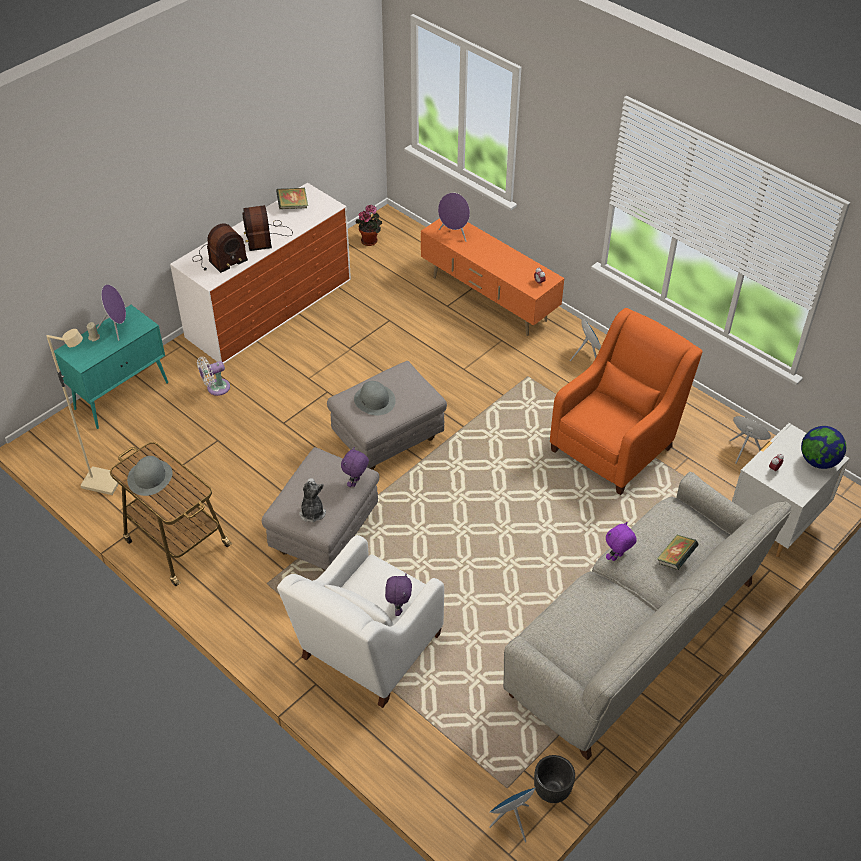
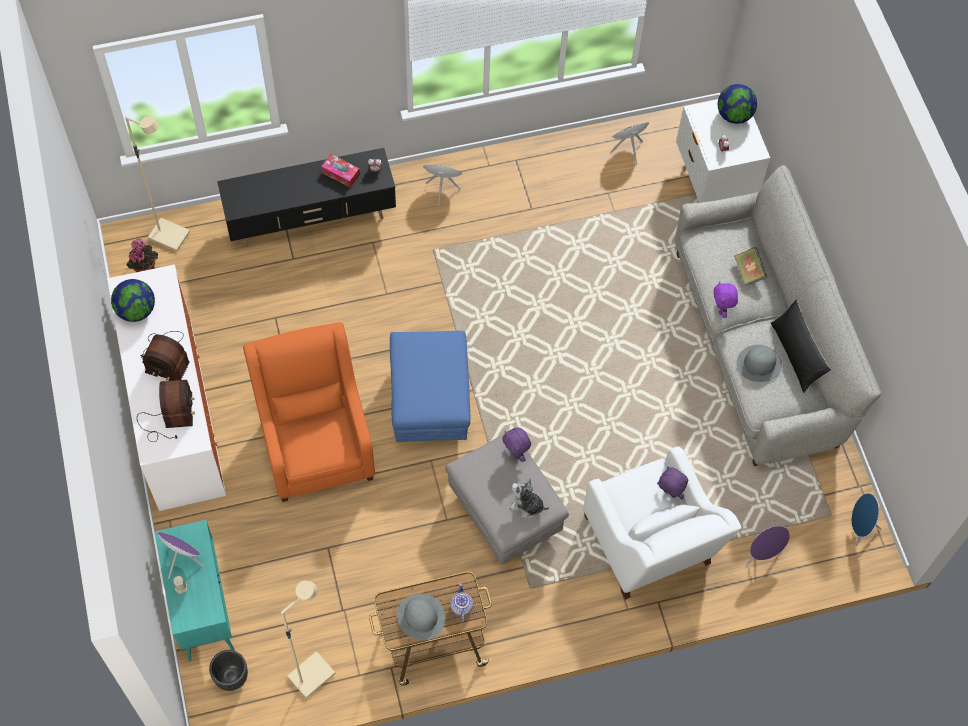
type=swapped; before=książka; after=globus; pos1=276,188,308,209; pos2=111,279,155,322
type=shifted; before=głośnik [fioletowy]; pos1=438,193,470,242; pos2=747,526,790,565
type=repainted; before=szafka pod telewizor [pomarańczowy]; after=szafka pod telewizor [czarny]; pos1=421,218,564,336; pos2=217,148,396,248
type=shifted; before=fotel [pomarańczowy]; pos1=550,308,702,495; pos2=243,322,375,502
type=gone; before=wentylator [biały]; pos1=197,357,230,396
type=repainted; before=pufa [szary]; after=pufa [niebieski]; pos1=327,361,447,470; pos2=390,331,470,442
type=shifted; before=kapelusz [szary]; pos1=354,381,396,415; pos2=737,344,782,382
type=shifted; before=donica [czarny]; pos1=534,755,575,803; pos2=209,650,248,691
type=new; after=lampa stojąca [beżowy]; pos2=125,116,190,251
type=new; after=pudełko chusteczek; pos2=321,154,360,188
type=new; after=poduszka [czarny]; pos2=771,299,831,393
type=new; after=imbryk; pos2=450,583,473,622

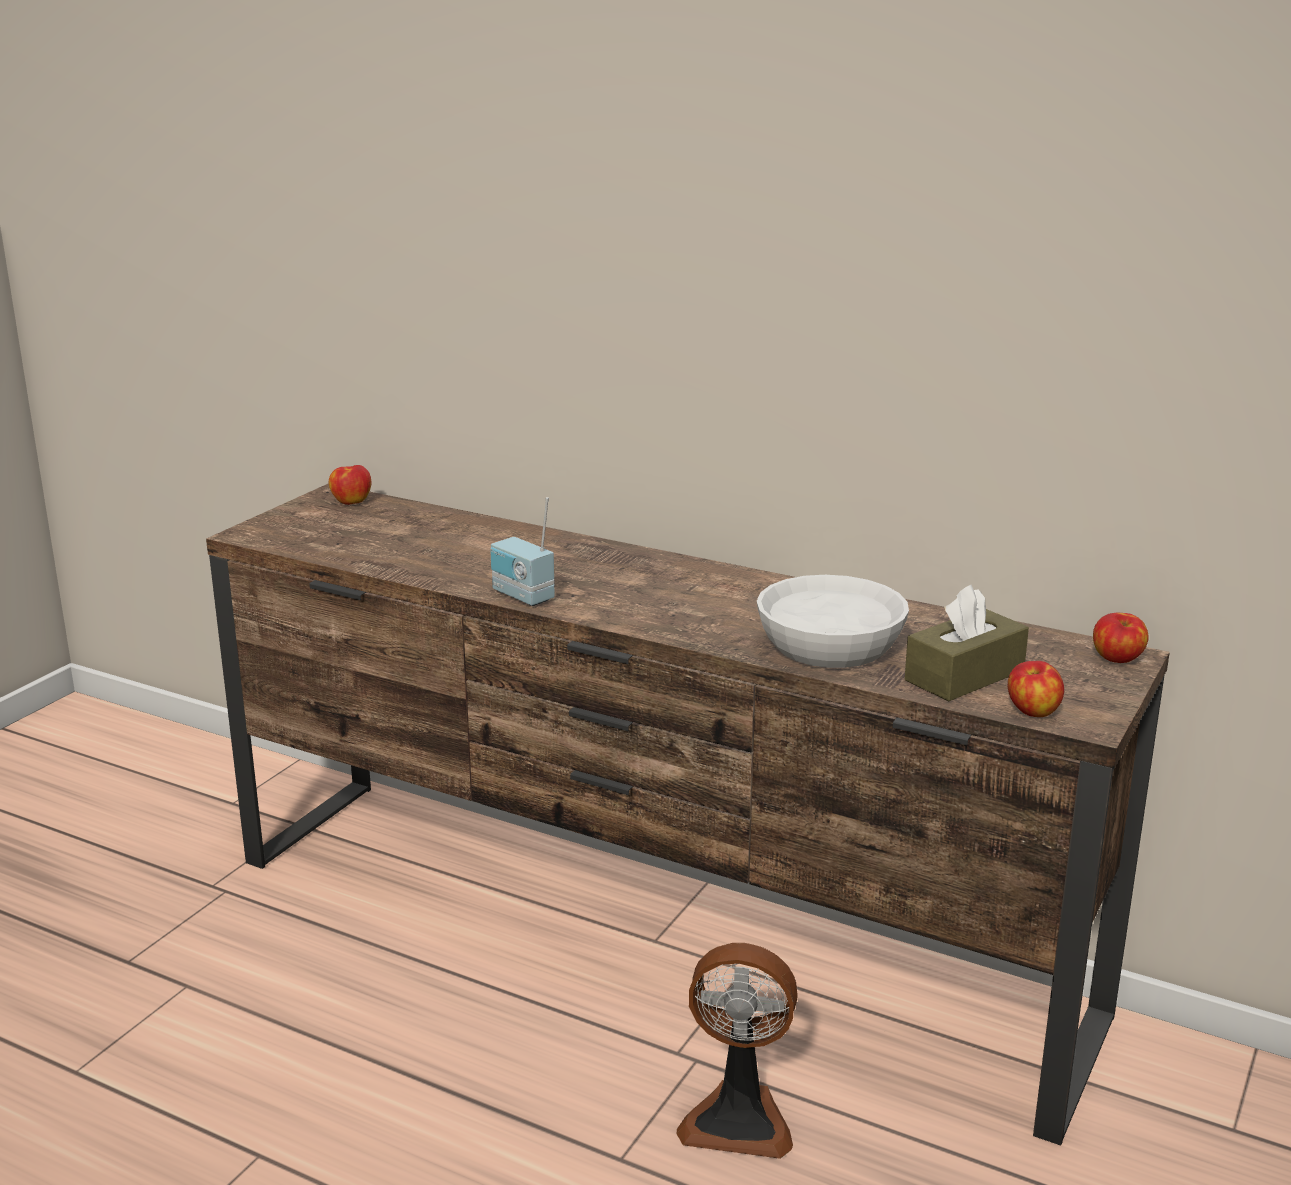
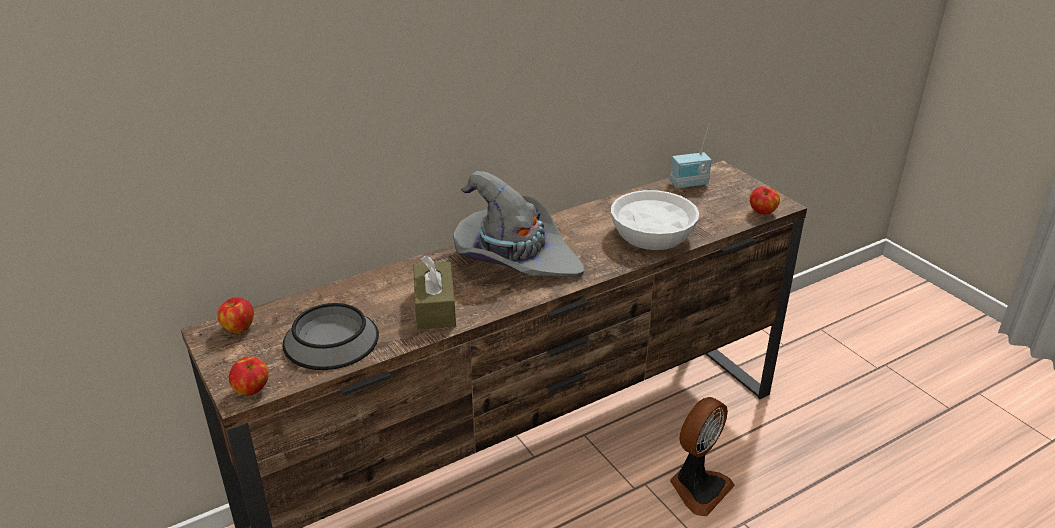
type=shifted; before=radio; pos1=490,497,555,606; pos2=670,123,711,188
type=shifted; before=pudełko chusteczek [brązowy]; pos1=905,585,1029,701; pos2=413,255,456,329
type=shifted; before=jabłko; pos1=1093,613,1149,663; pos2=229,357,269,395
type=new; after=kapelusz [szary]; pos2=454,171,584,278
type=new; after=miska; pos2=282,303,379,370

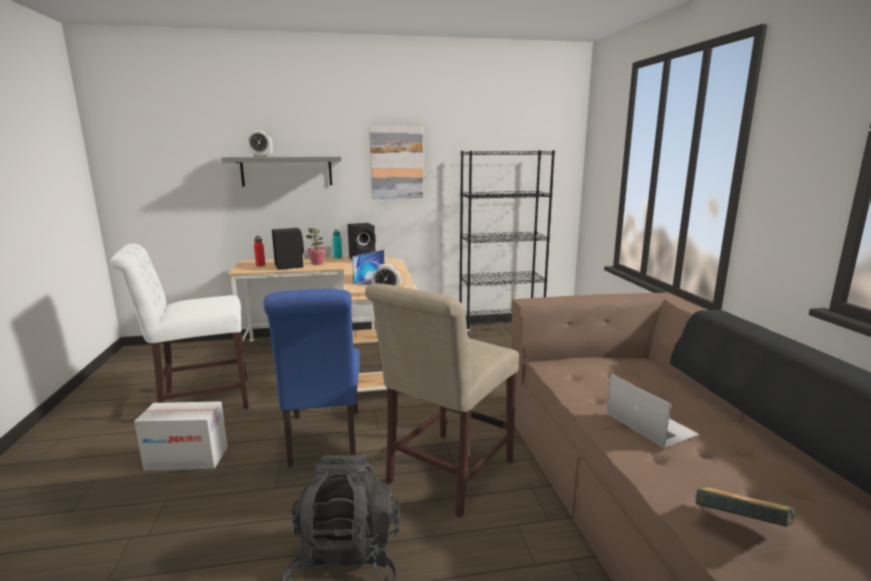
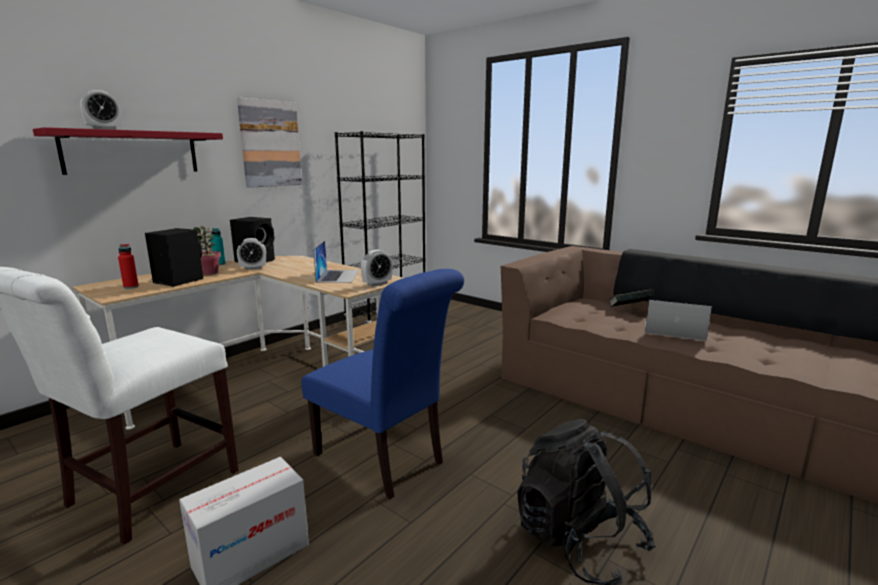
type=repainted; before=półka [szary]; after=półka [czerwony]; pos1=222,156,341,187; pos2=33,127,223,175
type=gone; before=krzesło [beżowy]; pos1=365,284,519,518
type=shifted; before=książka; pos1=696,487,794,527; pos2=609,289,654,307
type=new; after=budzik; pos2=237,238,266,270

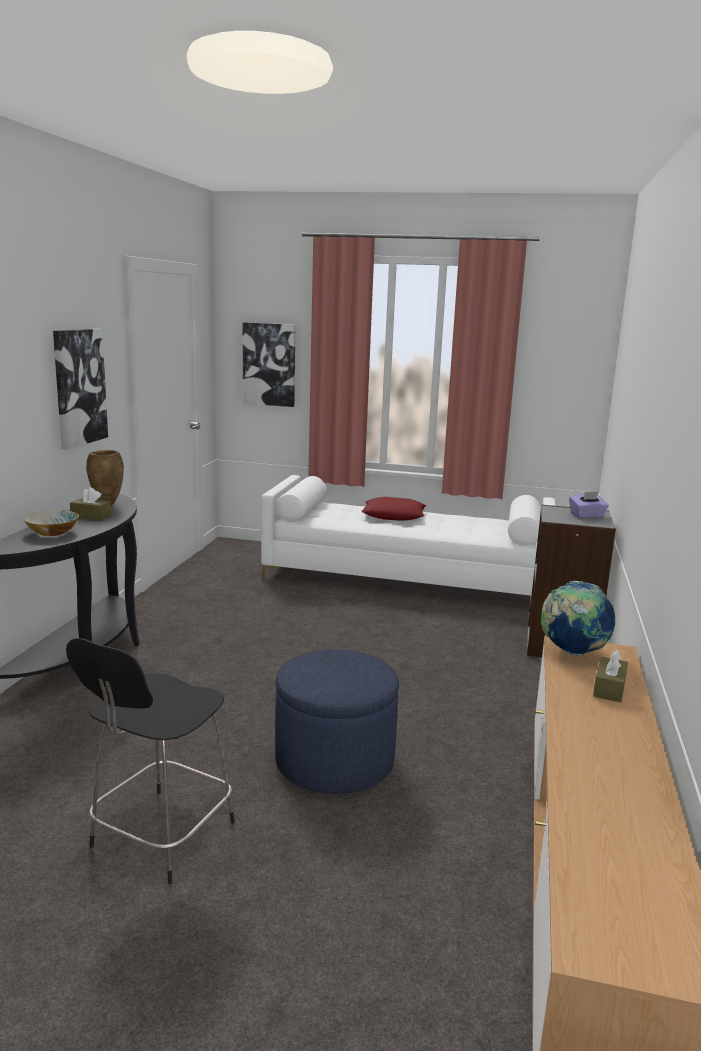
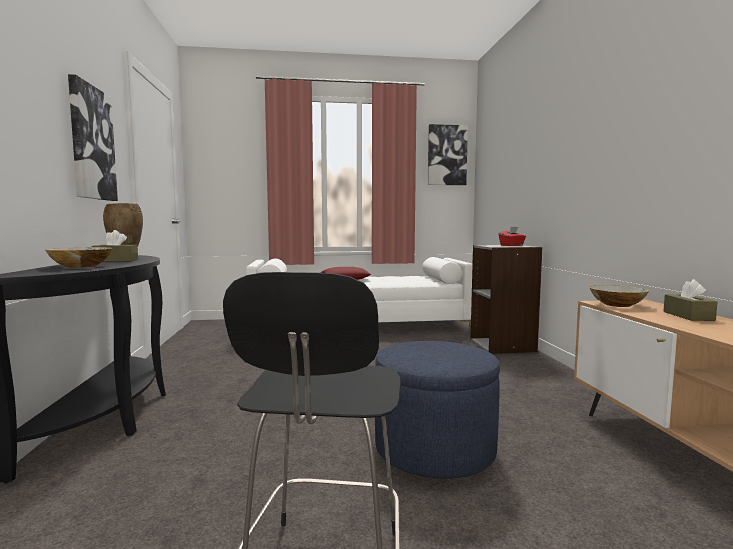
type=shifted; before=obraz; pos1=243,322,296,407; pos2=428,124,468,185
type=repainted; before=pudełko chusteczek [fioletowy]; after=pudełko chusteczek [czerwony]; pos1=569,491,609,518; pos2=499,227,526,246
type=swapped; before=globus; after=miska; pos1=541,581,615,656; pos2=589,285,649,307

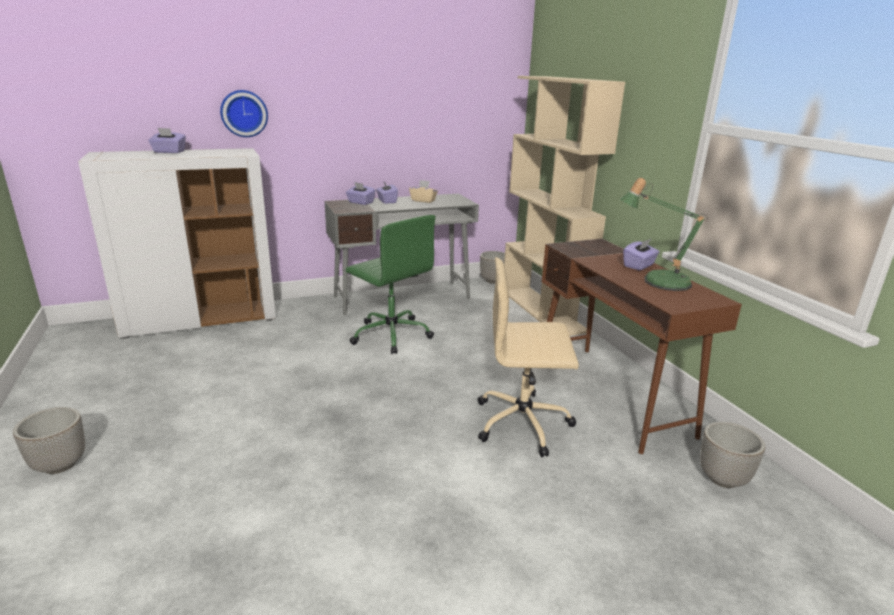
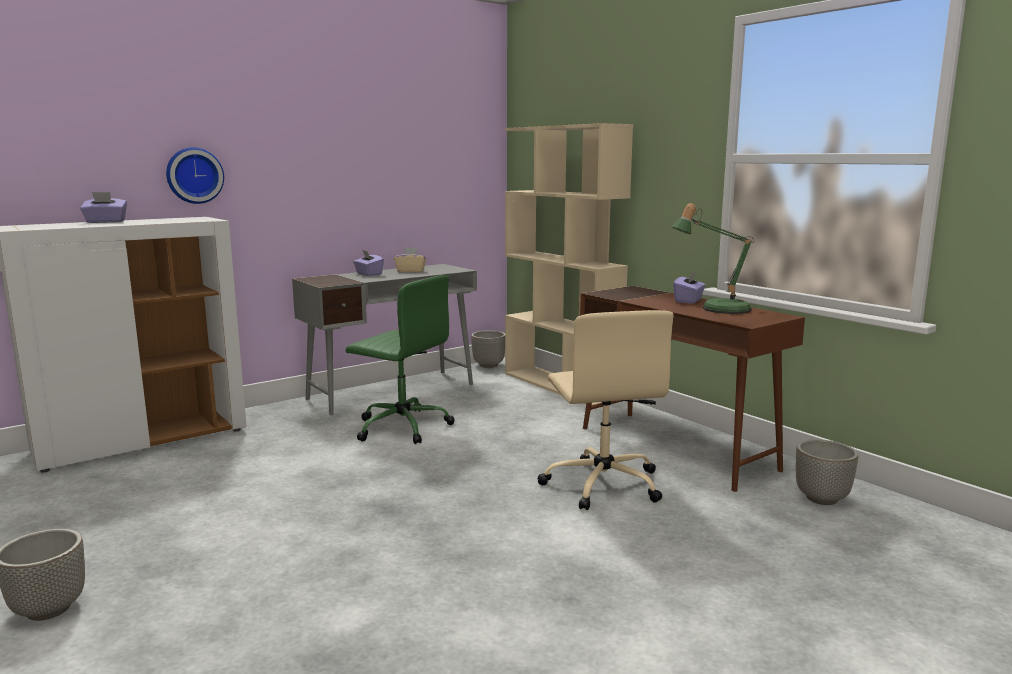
type=gone; before=pudełko chusteczek [fioletowy]; pos1=346,182,376,205
type=rotated; before=krzesło biurowe [beżowy]; pos1=478,257,579,457; pos2=537,310,674,510; turn=-90

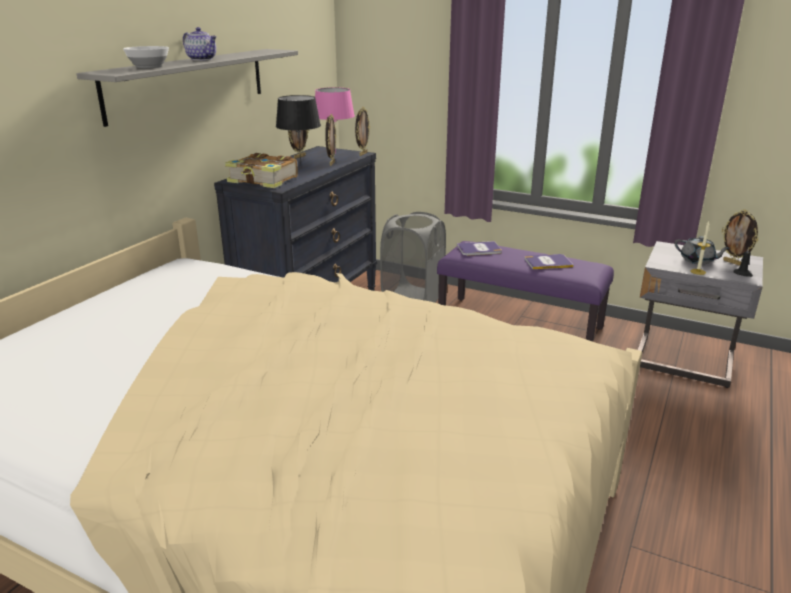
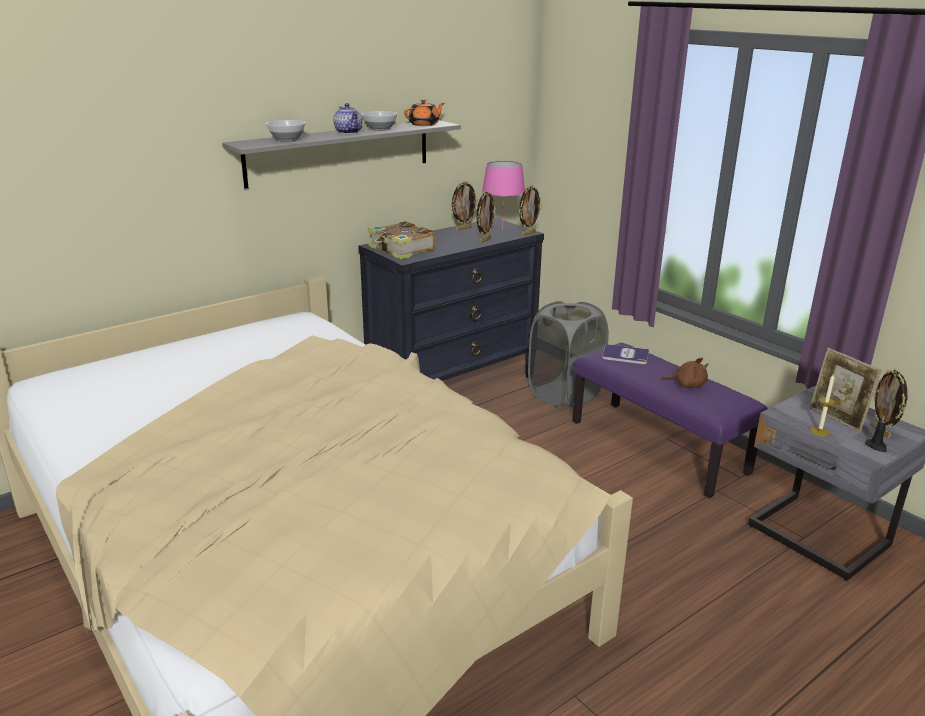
type=gone; before=lampa stołowa [czarny]; pos1=276,95,321,166
type=swapped; before=imbryk [szary]; after=ramka na zdjęcie; pos1=674,236,730,265; pos2=810,348,882,432
type=swapped; before=książka; after=pluszak [brązowy]; pos1=525,254,574,269; pos2=661,358,709,388
type=new; after=imbryk [pomarańczowy]; pos2=404,99,444,126
type=new; after=miska; pos2=362,111,398,131

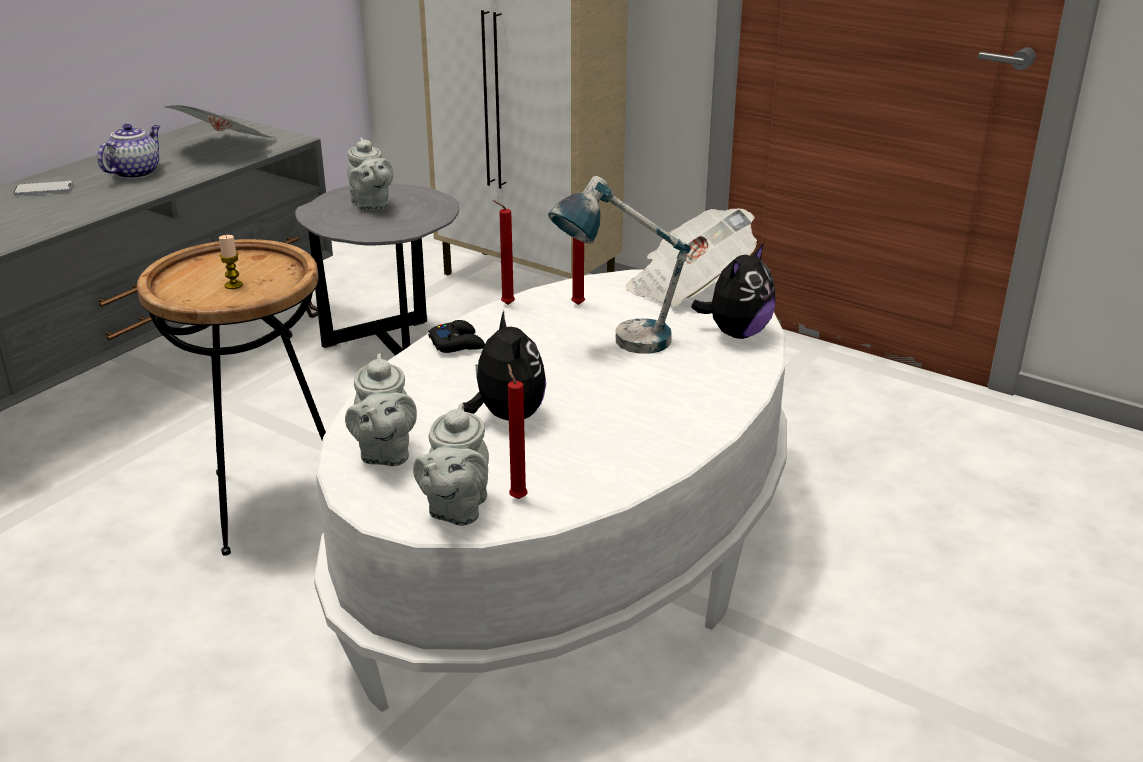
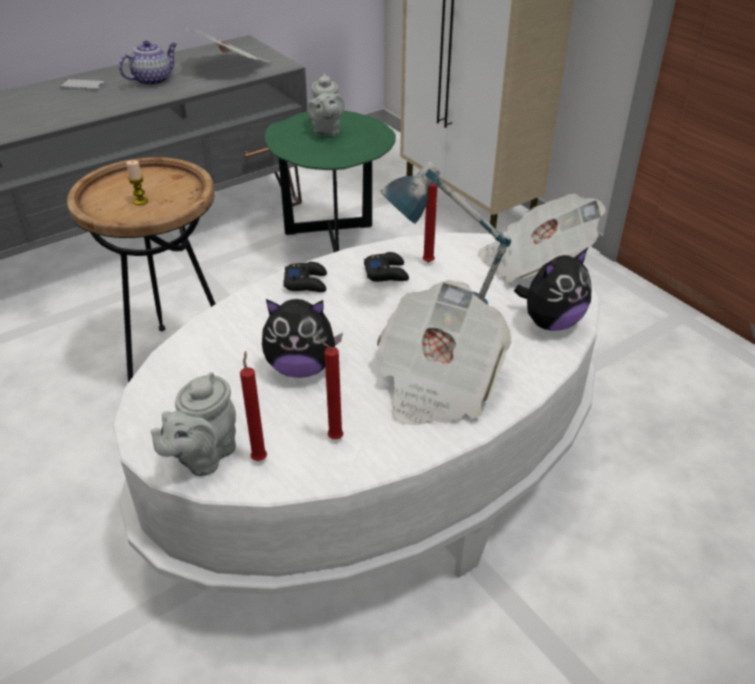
type=repainted; before=stolik [szary]; after=stolik [zielony]; pos1=295,183,459,356; pos2=264,111,396,252
type=shifted; before=świeca [czerwony]; pos1=493,200,515,305; pos2=317,338,344,439
type=rotated; before=pluszak; pos1=463,311,546,421; pos2=262,299,343,378; turn=90
type=gone; before=imbryk [szary]; pos1=345,354,417,466
type=new; after=pad do gier [czarny]; pos2=364,252,409,282
type=new; after=gazeta; pos2=377,280,512,425

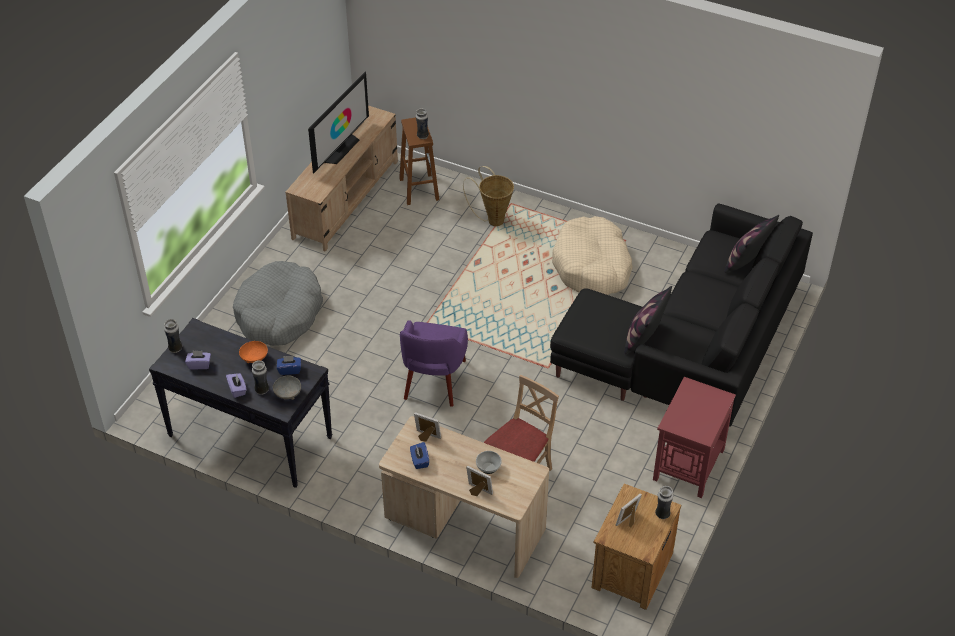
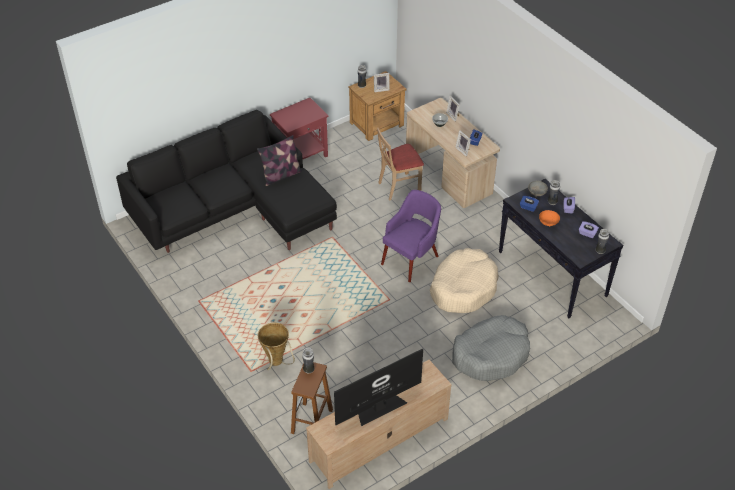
type=gone; before=poduszka; pos1=725,215,779,273
type=shifted; before=legowisko [beżowy]; pos1=552,216,633,295; pos2=430,248,499,313

